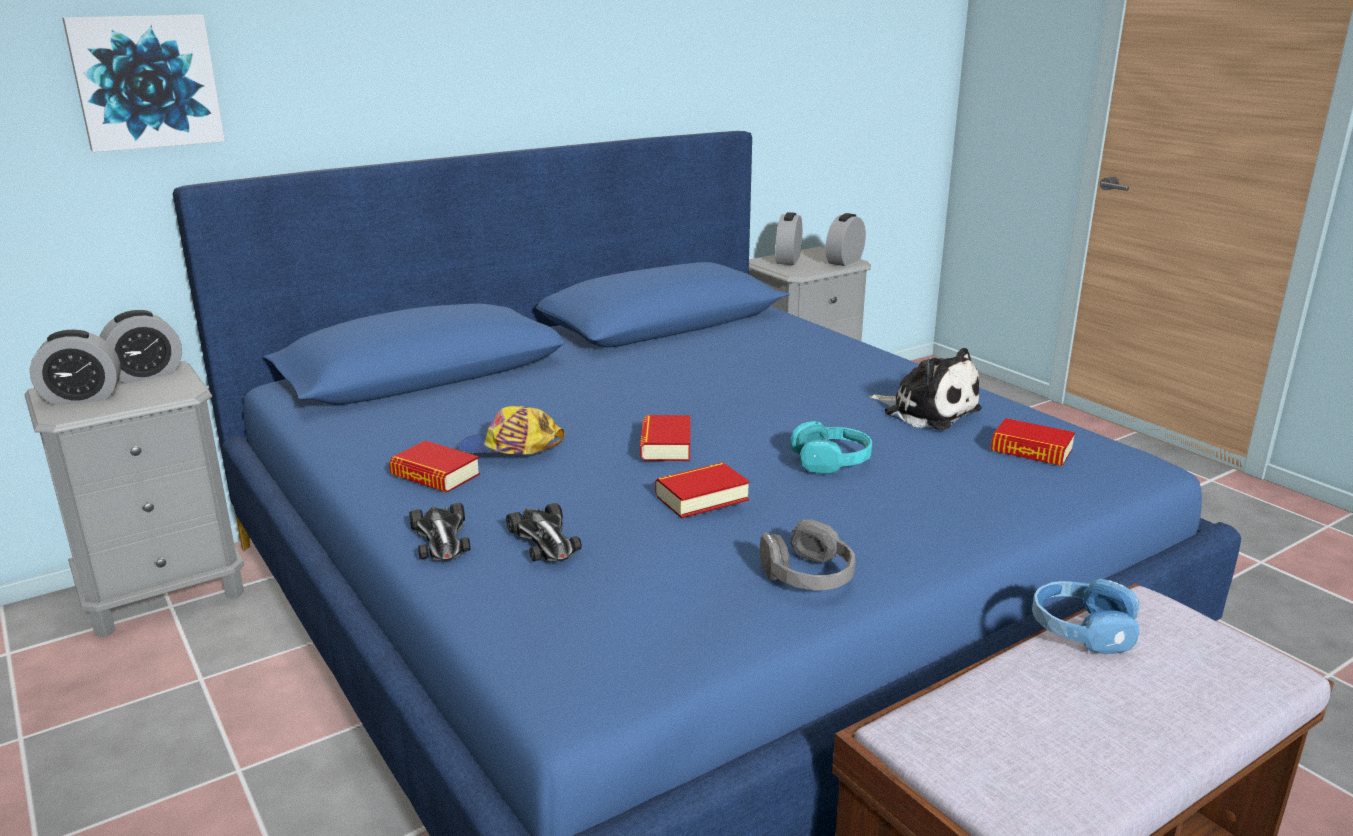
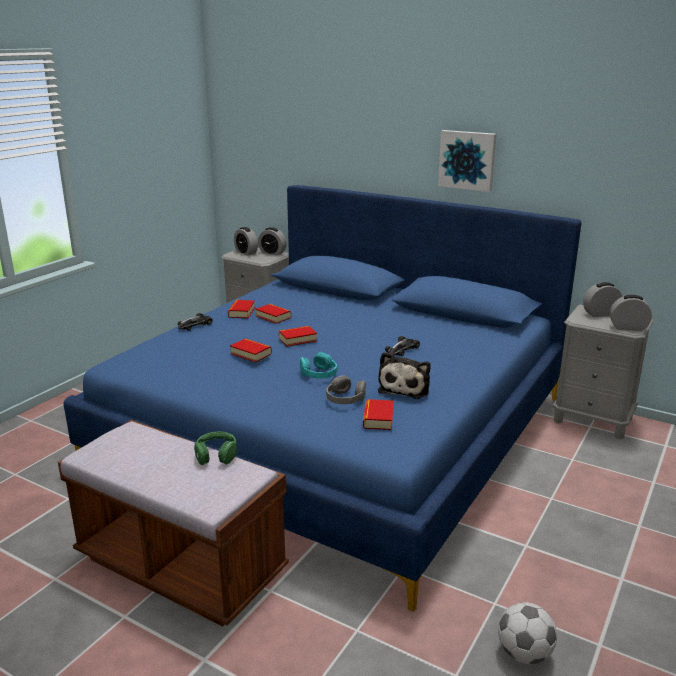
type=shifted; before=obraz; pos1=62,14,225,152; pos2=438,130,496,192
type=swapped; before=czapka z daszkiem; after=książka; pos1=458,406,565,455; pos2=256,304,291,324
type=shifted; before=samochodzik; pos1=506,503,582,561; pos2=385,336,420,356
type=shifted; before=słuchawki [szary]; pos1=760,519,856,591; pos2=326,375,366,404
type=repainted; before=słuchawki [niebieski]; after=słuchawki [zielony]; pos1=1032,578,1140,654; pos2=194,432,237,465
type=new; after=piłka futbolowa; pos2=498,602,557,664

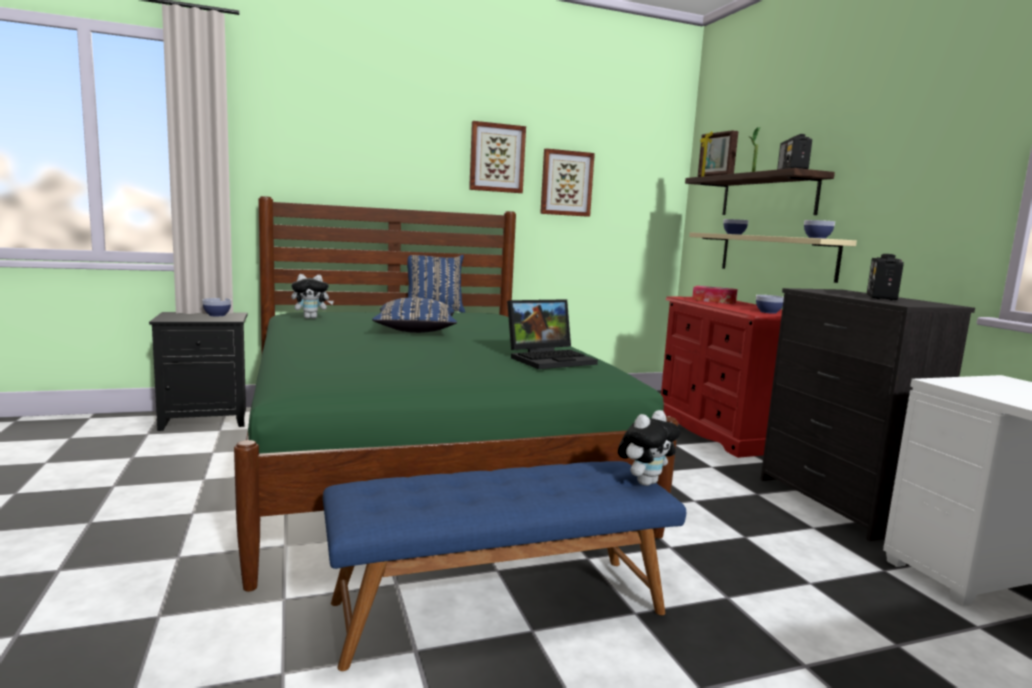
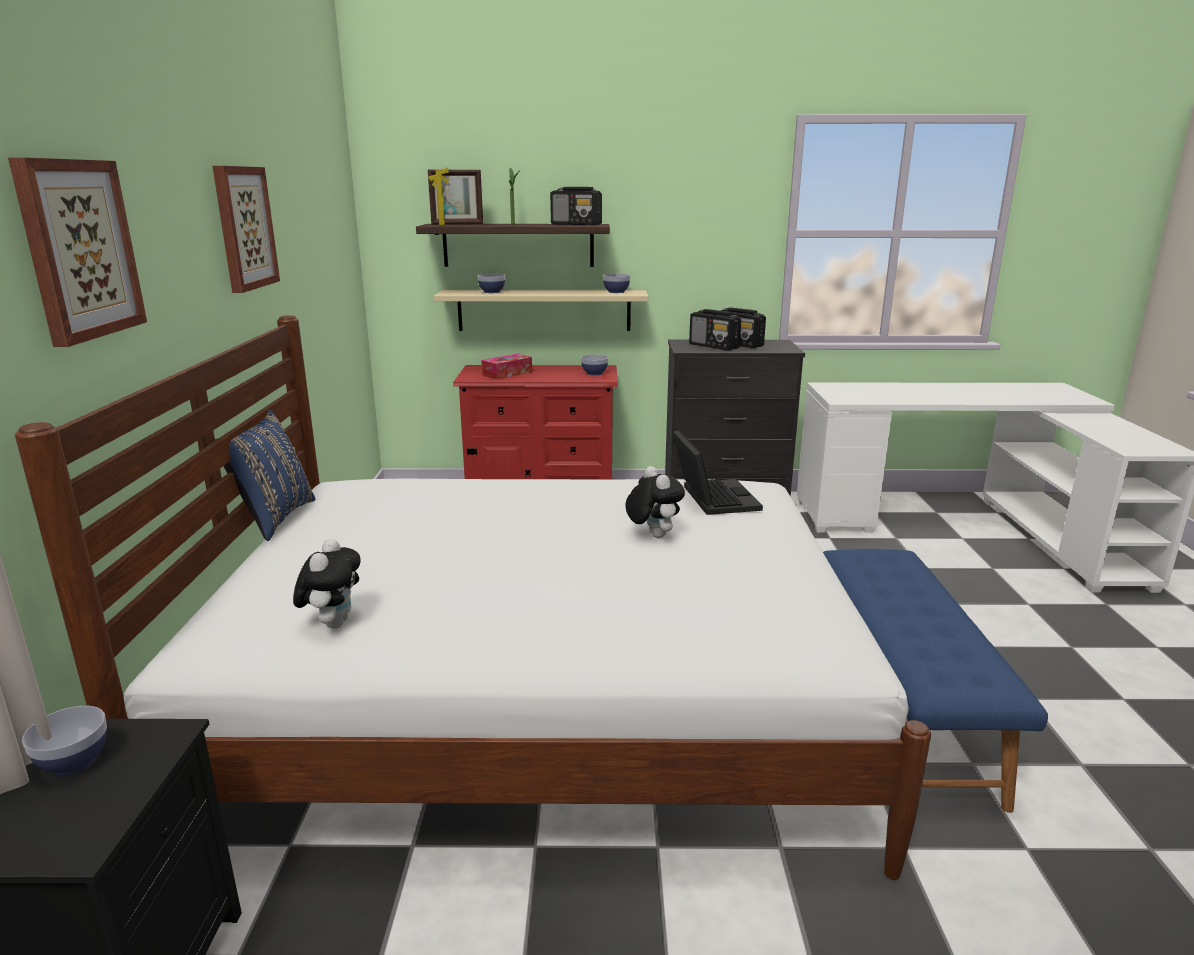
type=shifted; before=obraz; pos1=540,148,595,217; pos2=8,157,147,347
type=repainted; before=łóżko [zielony]; after=łóżko [biały]; pos1=234,196,678,592; pos2=15,315,931,880
type=gone; before=poduszka [niebieski]; pos1=372,298,457,333
type=shifted; before=pluszak; pos1=618,410,681,486; pos2=625,466,685,538
type=new; after=radio; pos2=689,309,741,351

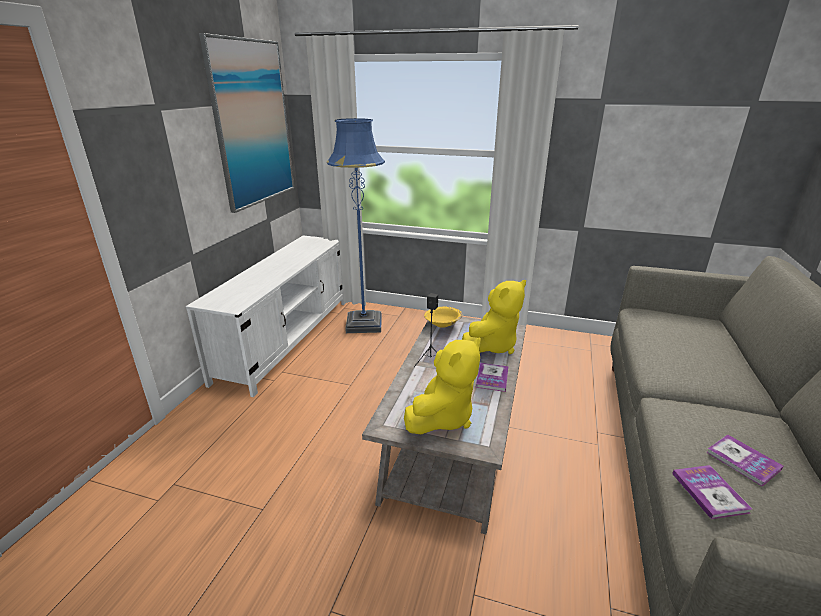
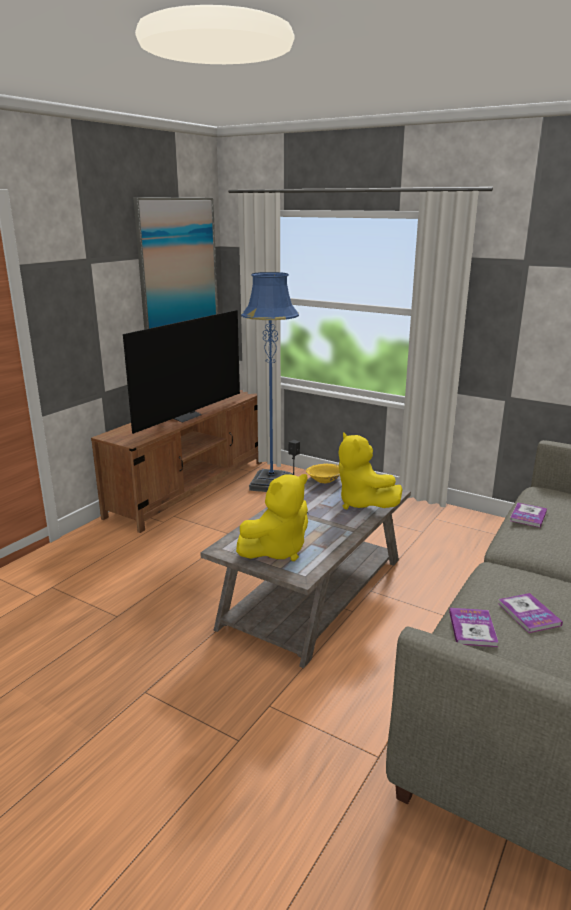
type=repainted; before=szafka pod telewizor [biały]; after=szafka pod telewizor [brązowy]; pos1=186,236,346,397; pos2=91,390,262,533
type=rotated; before=pluszak [żółty]; pos1=462,280,526,354; pos2=338,432,403,509; turn=90
type=shifted; before=książka; pos1=476,363,508,392; pos2=510,503,547,528
type=new; after=telewizor; pos2=123,310,240,434

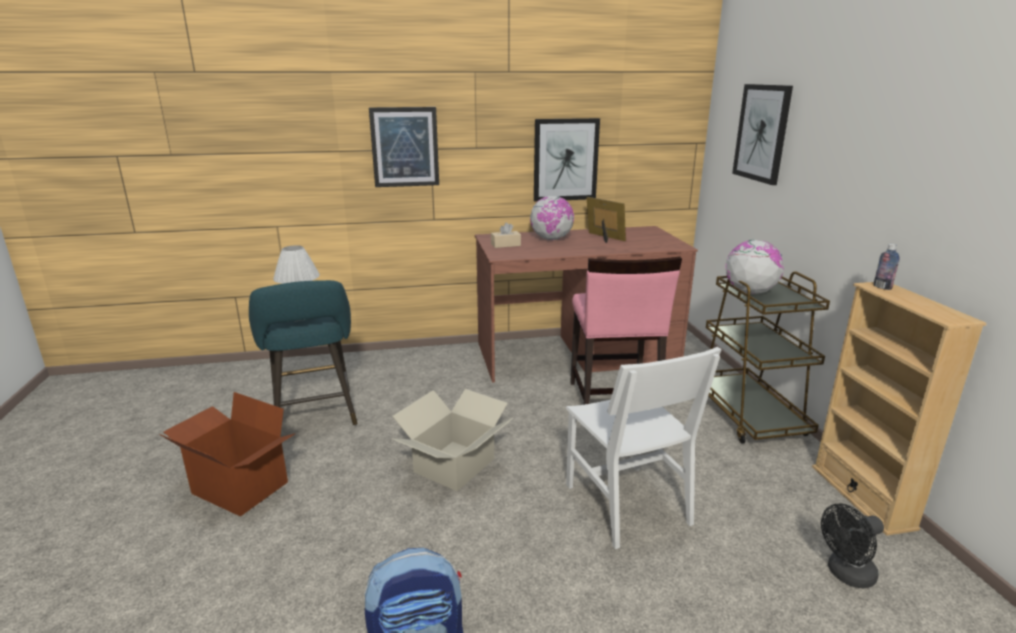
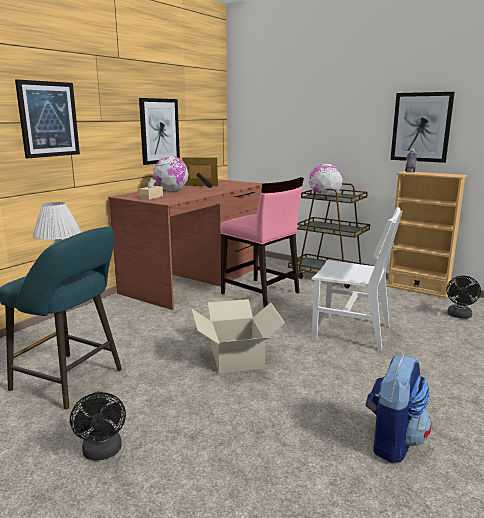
type=shifted; before=obraz; pos1=732,84,793,185; pos2=390,92,455,163
type=swapped; before=karton; after=wentylator [czarny]; pos1=159,392,294,517; pos2=70,391,126,461

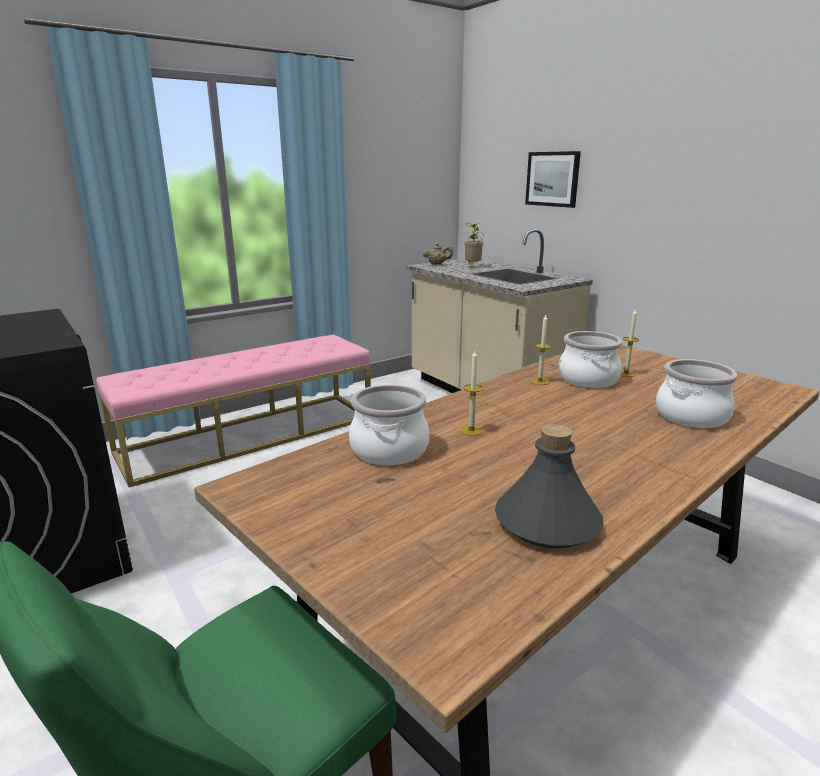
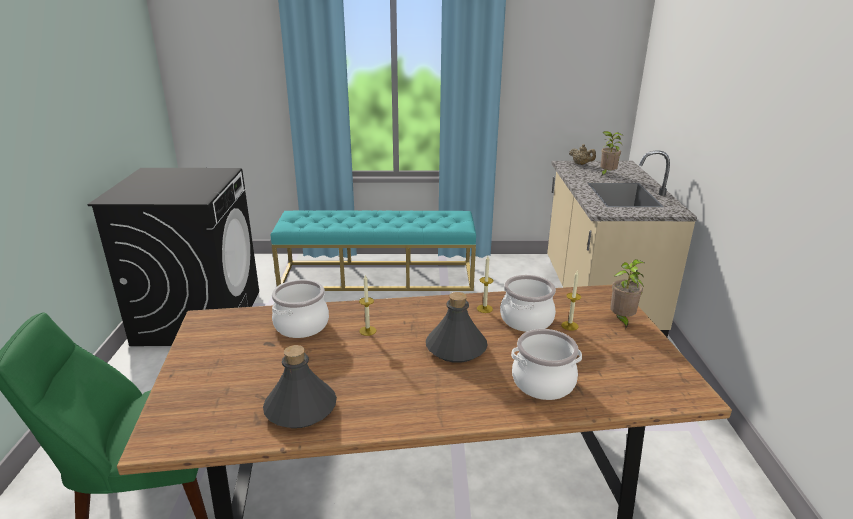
type=gone; before=obraz; pos1=525,151,581,208
type=repainted; before=ławka [różowy]; after=ławka [turkusowy]; pos1=96,335,371,487; pos2=270,210,476,291
type=new; after=roślina doniczkowa; pos2=610,259,644,330
type=new; after=butelka [szary]; pos2=426,292,488,363

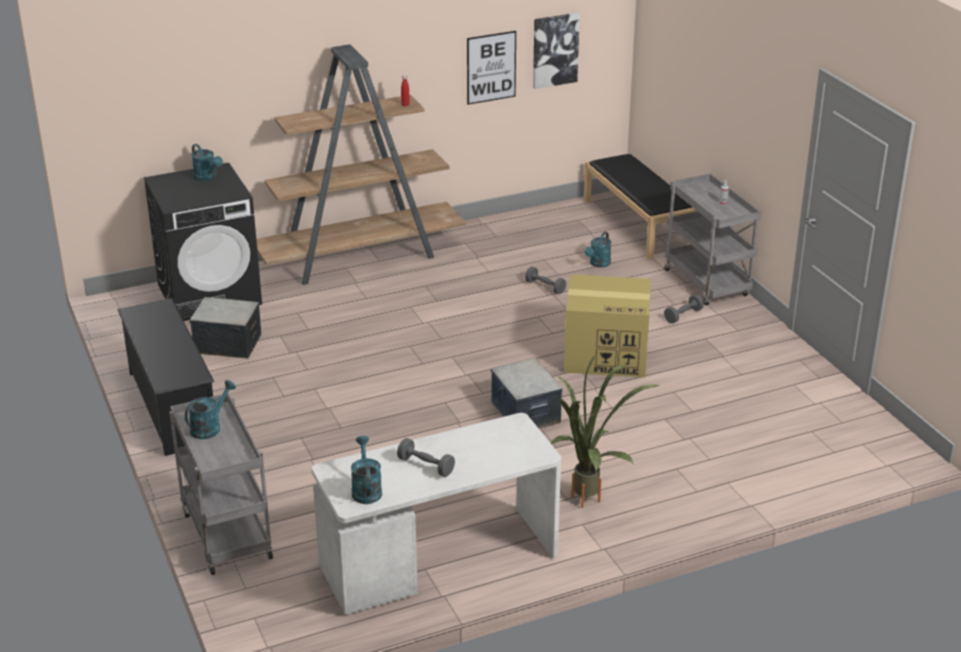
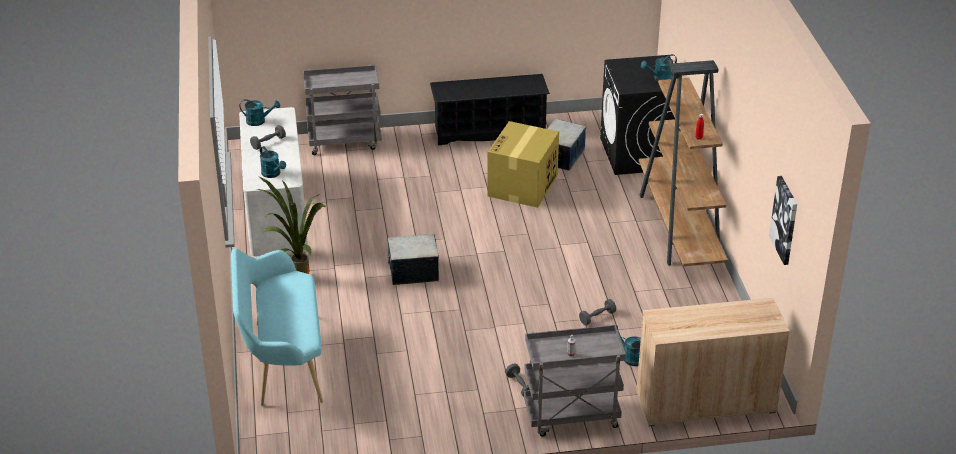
type=gone; before=obraz; pos1=467,31,516,105
type=swapped; before=ławka [czarny]; after=szafka [beżowy]; pos1=584,154,697,259; pos2=637,298,790,426
type=shifted; before=karton; pos1=564,274,650,377; pos2=487,121,559,208
type=shifted; before=konewka [turkusowy]; pos1=185,380,236,439; pos2=260,146,286,178
type=new; after=ławka [turkusowy]; pos2=231,248,323,406

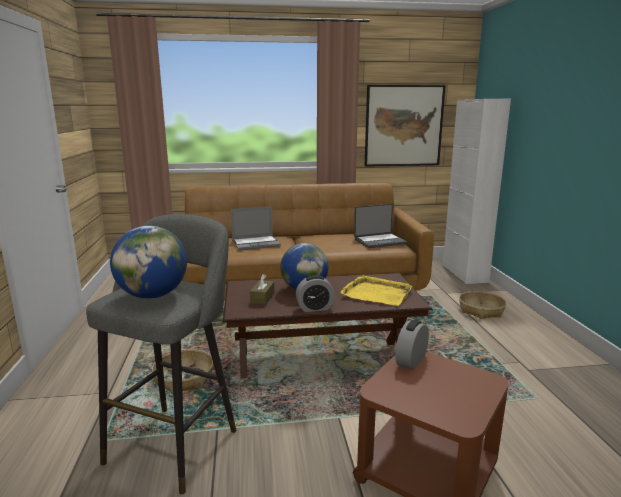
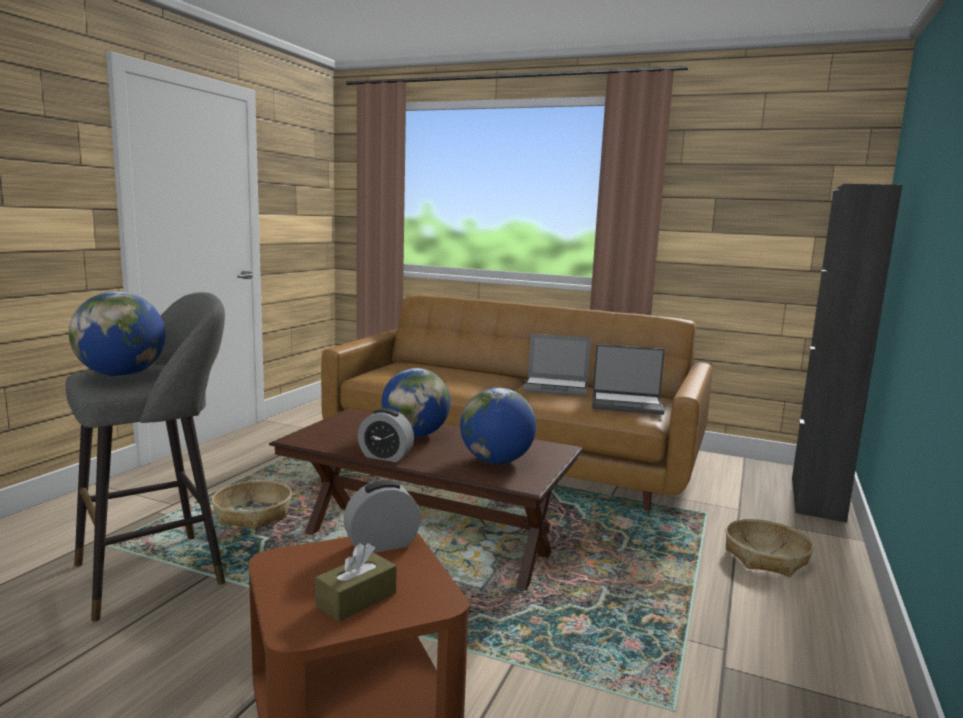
type=gone; before=obraz; pos1=365,85,446,167
type=repainted; before=szafka [biały]; after=szafka [czarny]; pos1=443,99,511,284; pos2=792,184,902,522
type=shifted; before=laptop; pos1=231,206,281,250; pos2=523,334,591,396
type=shifted; before=pudełko chusteczek [brązowy]; pos1=250,274,274,305; pos2=315,543,397,622
type=swapped; before=taca [żółty]; after=globus; pos1=340,275,412,306; pos2=460,388,536,464

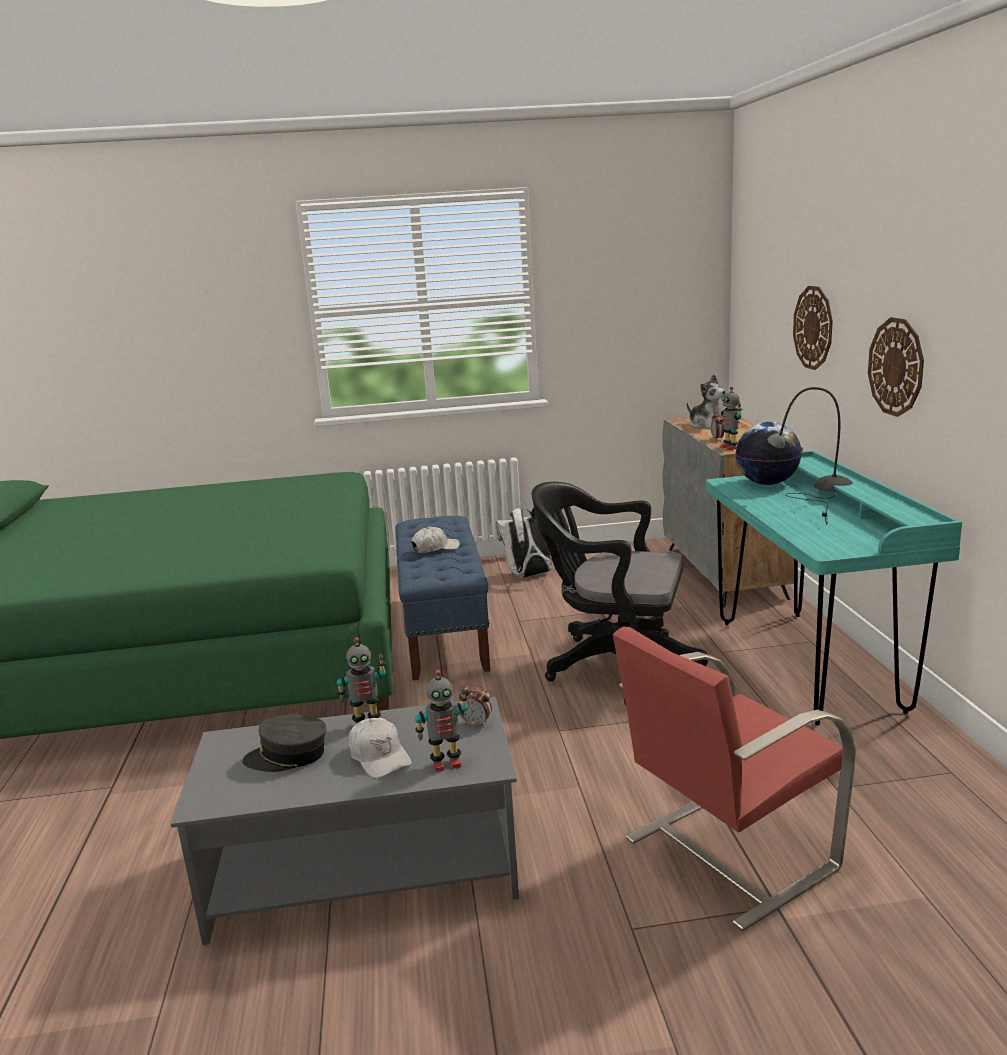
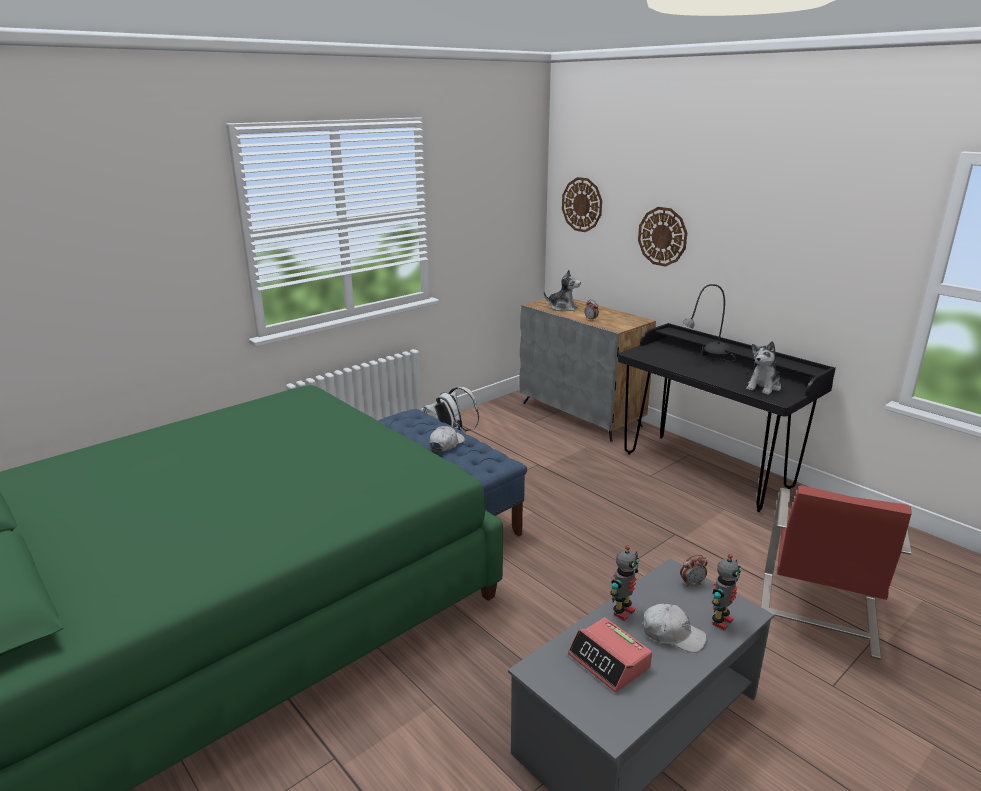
type=shifted; before=zegar ścienny; pos1=868,317,924,417; pos2=562,177,602,232
type=gone; before=robot zabawkowy; pos1=720,387,743,450
type=gone; before=globus; pos1=736,422,802,485
type=repainted; before=biurko [turkusowy]; after=biurko [czarny]; pos1=706,451,962,725; pos2=618,323,836,512
type=gone; before=krzesło biurowe [czarny]; pos1=532,482,708,706
type=swapped; before=czapka z daszkiem [szary]; after=budzik; pos1=242,715,327,772; pos2=568,617,652,692
type=new; after=pluszak; pos2=746,341,781,395

